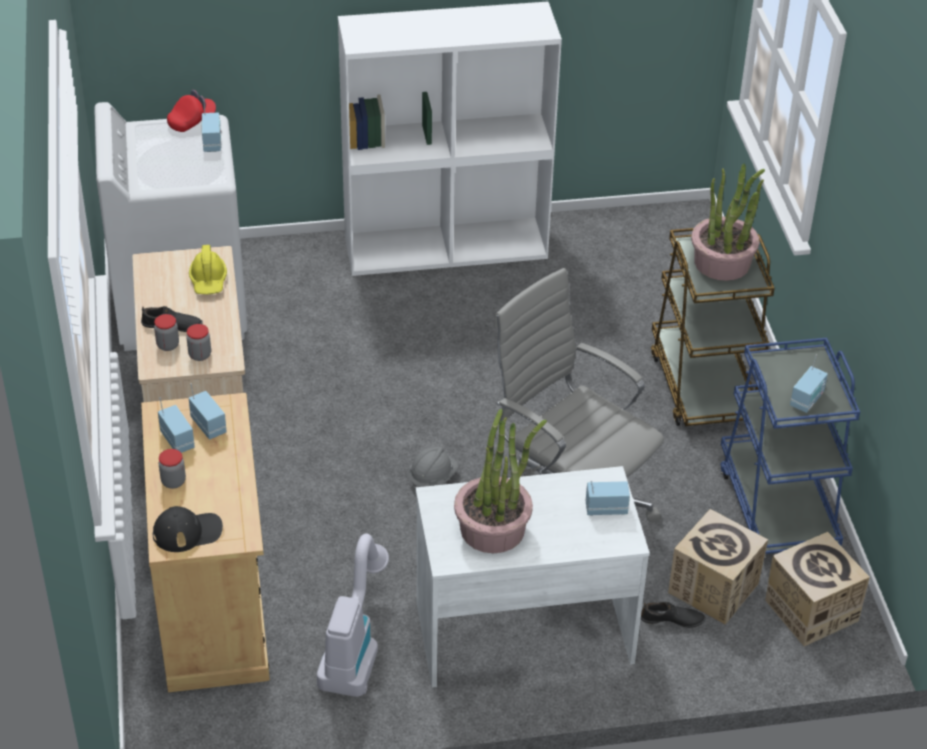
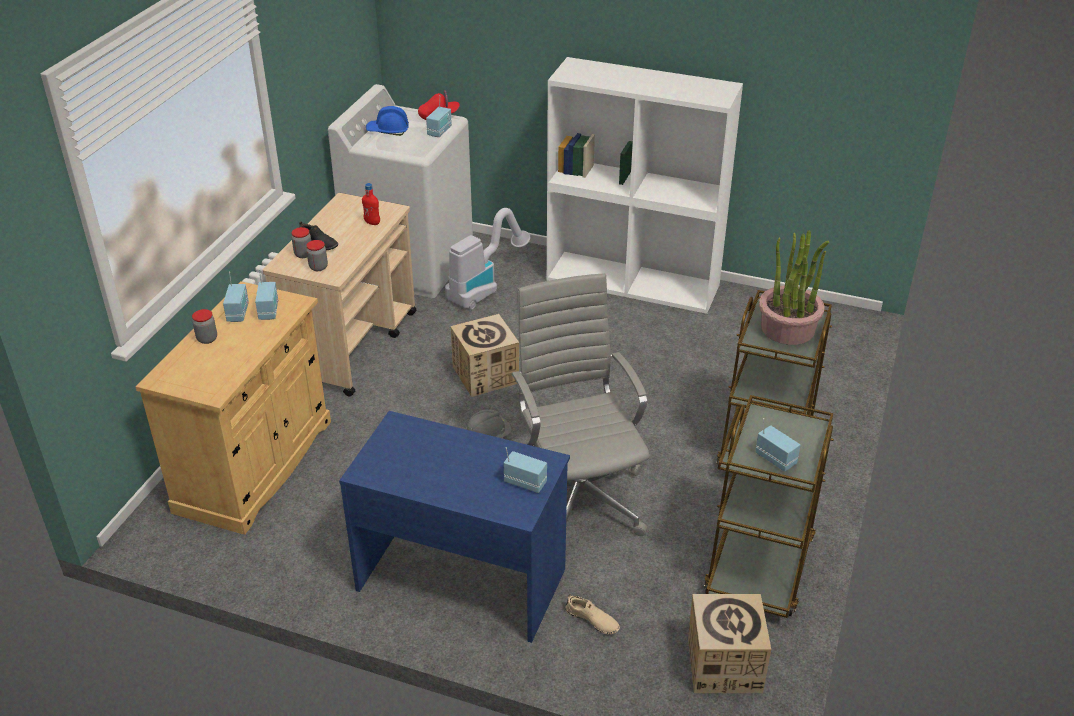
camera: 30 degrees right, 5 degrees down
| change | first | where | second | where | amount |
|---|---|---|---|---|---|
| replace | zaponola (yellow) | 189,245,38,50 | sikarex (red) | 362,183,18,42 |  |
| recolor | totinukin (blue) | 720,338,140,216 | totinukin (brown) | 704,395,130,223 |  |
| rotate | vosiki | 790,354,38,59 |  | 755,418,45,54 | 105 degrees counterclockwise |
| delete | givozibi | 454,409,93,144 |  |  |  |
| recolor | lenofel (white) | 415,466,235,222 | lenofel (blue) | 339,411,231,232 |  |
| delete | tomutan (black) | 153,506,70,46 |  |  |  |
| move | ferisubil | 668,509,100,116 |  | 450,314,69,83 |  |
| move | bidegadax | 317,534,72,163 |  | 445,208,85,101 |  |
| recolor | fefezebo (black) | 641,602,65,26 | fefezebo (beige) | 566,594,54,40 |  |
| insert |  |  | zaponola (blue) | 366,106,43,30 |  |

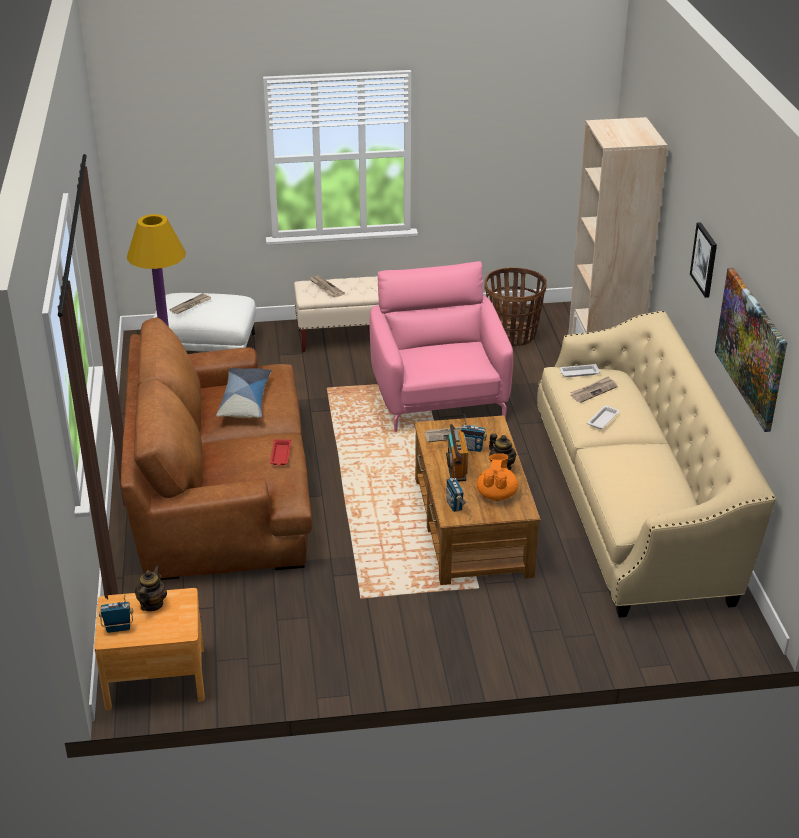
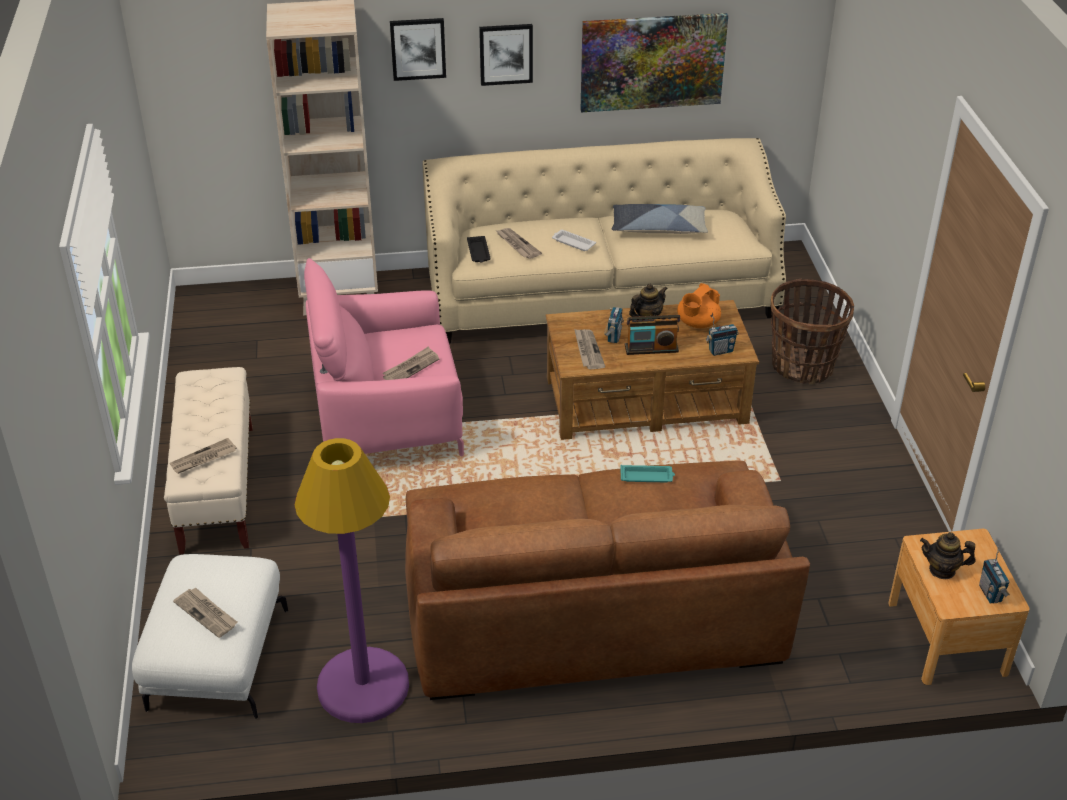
camera: 90 degrees left, 5 degrees up
| change | first | where | second | where | amount |
|---|---|---|---|---|---|
| move | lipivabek | 484,267,63,79 |  | 771,279,83,106 |  |
| recolor | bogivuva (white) | 560,364,40,13 | bogivuva (black) | 467,236,24,26 |  |
| move | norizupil | 216,368,56,50 |  | 612,204,96,30 |  |
| recolor | bogivuva (red) | 270,439,21,27 | bogivuva (turquoise) | 620,465,55,17 |  |
| rotate | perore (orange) | 477,453,41,48 |  | 677,283,44,45 | 60 degrees counterclockwise |
| insert |  |  | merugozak | 390,18,56,63 |  |
| insert |  |  | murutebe | 382,347,57,33 |  |

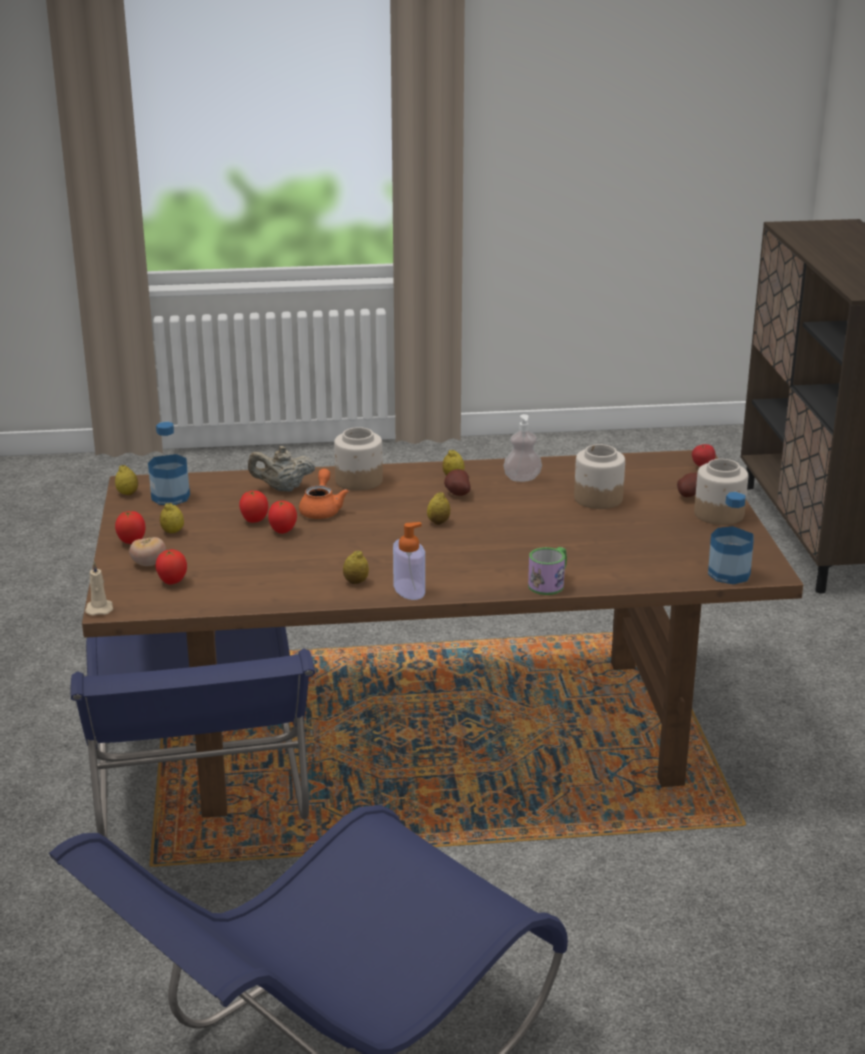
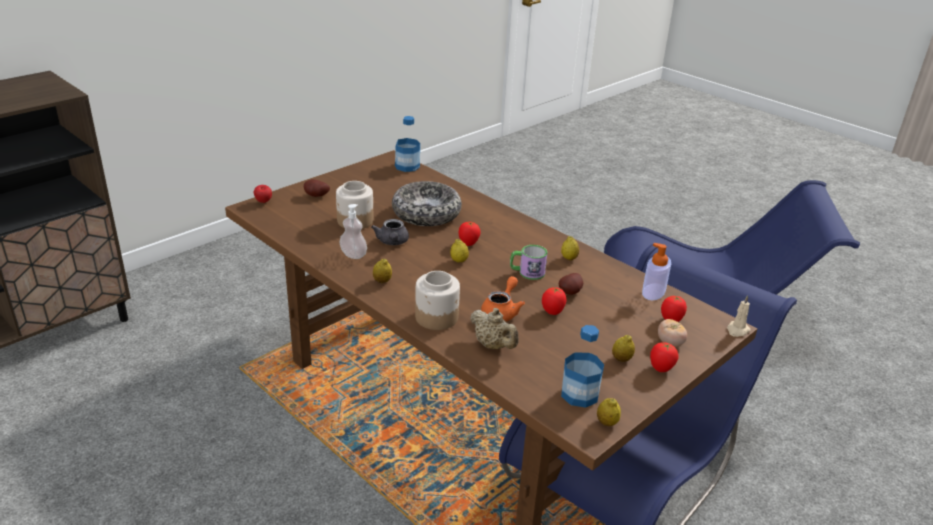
camera: 130 degrees left, 5 degrees up
| change | first | where | second | where | amount |
|---|---|---|---|---|---|
| delete | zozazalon | 694,459,54,66 |  |  |  |
| rotate | perore (orange) | 299,469,50,50 |  | 481,276,44,46 | 150 degrees clockwise |
| move | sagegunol | 444,469,27,27 |  | 559,273,24,22 |  |
| move | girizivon | 239,490,29,33 |  | 459,222,22,24 |  |
| move | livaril | 393,522,32,78 |  | 642,243,29,57 |  |
| move | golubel | 528,547,39,48 |  | 510,245,38,35 |  |
| insert |  |  | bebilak | 392,181,70,45 |  |
| insert |  |  | perore (grey) | 371,219,38,26 |  |

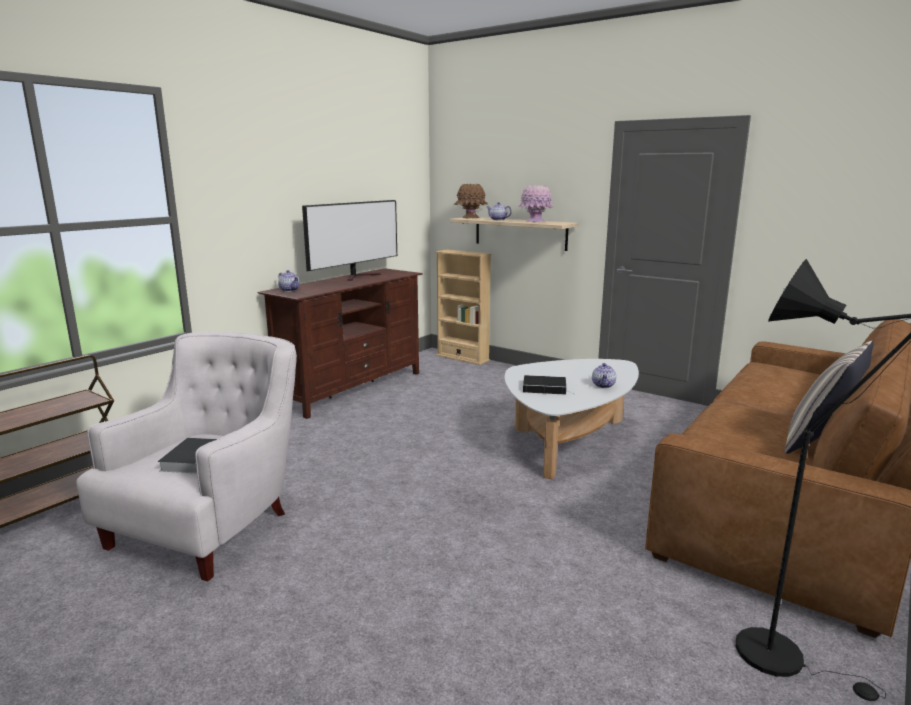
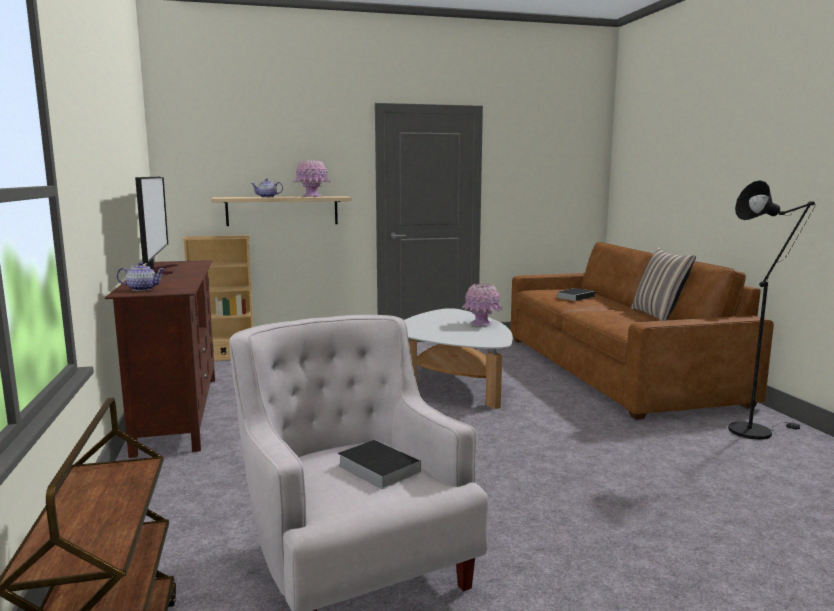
camera: 50 degrees left, 5 degrees down
| change | first | where | second | where | amount |
|---|---|---|---|---|---|
| delete | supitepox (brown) | 455,184,33,35 |  |  |  |
| replace | perore | 592,363,24,25 | supitepox (pink) | 462,283,41,43 |  |
| move | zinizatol | 523,375,50,20 |  | 557,288,38,13 |  |

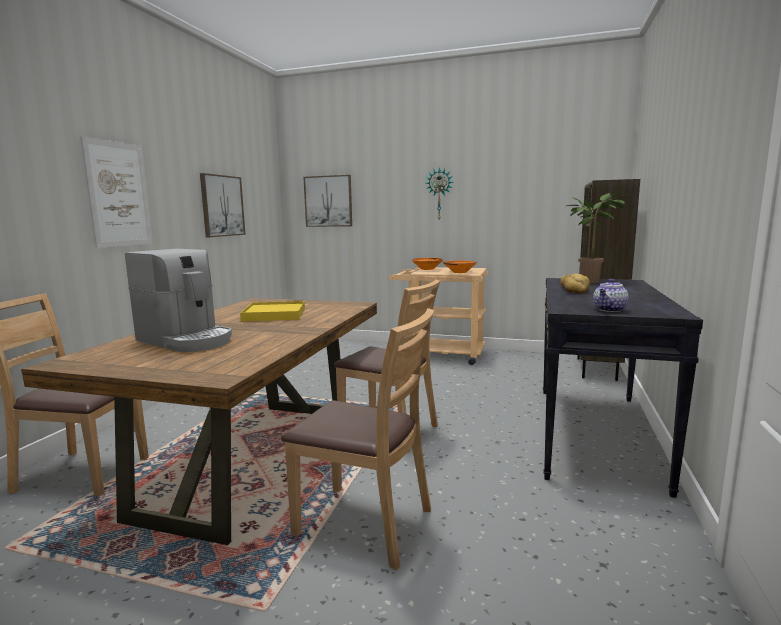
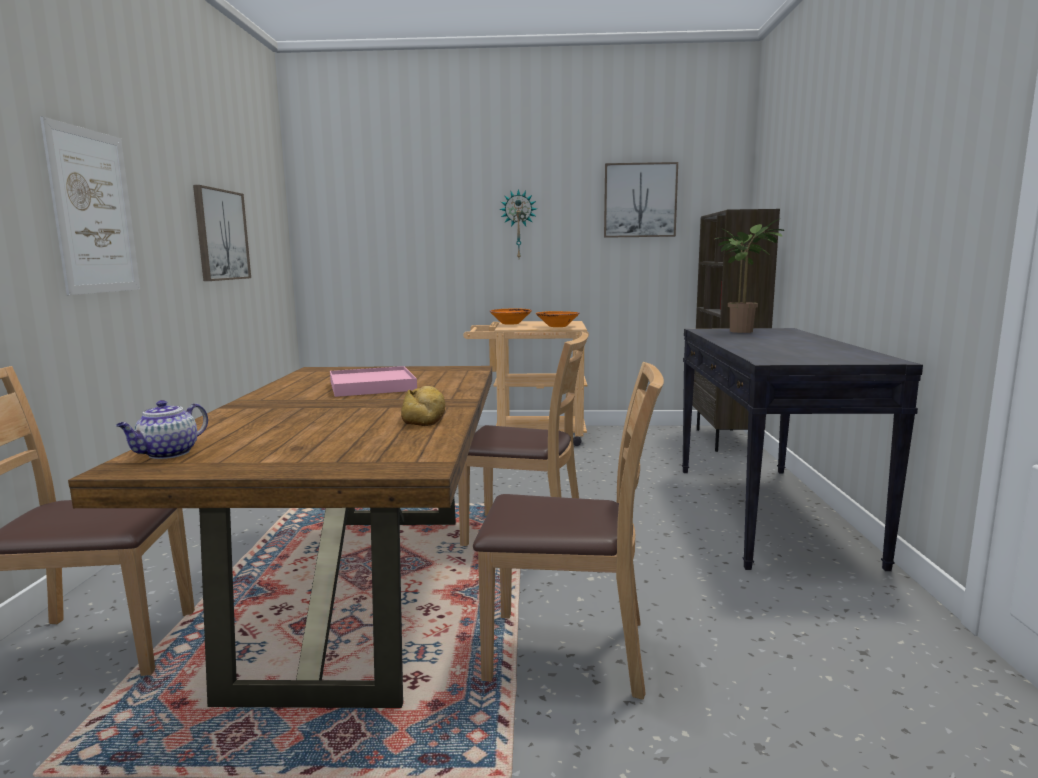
camera: 15 degrees left, 0 degrees up
| change | first | where | second | where | amount |
|---|---|---|---|---|---|
| move | merugozak | 303,175,49,52 |  | 604,162,74,76 |  |
| delete | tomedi | 125,249,107,103 |  |  |  |
| move | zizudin | 560,274,30,20 |  | 401,386,44,40 |  |
| move | perore | 593,279,36,33 |  | 116,400,92,59 |  |
| recolor | bogivuva (yellow) | 240,301,65,20 | bogivuva (pink) | 330,366,87,31 |  |

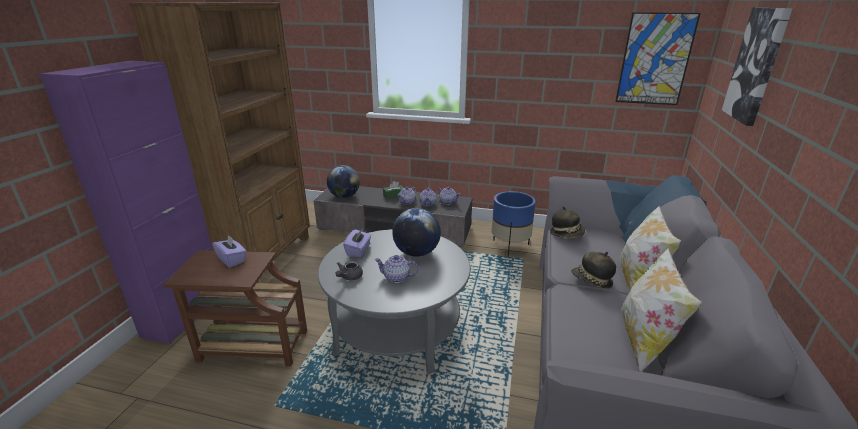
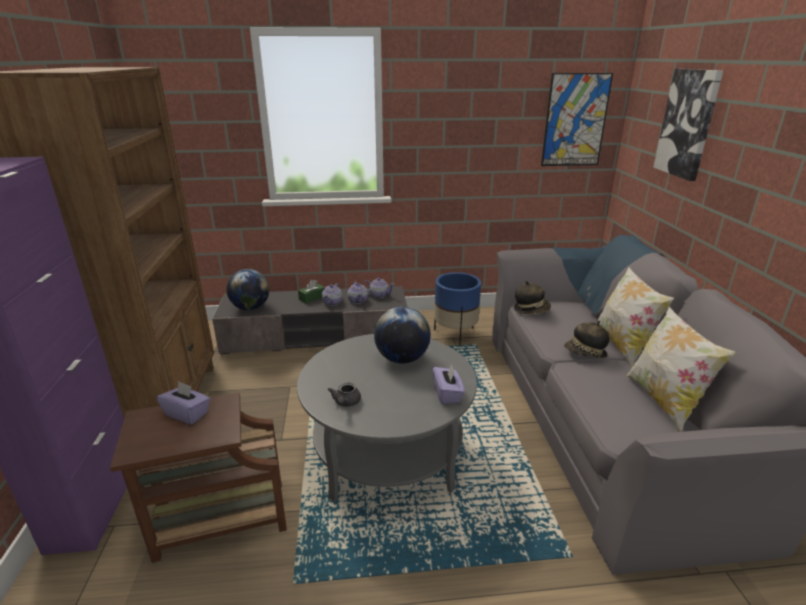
camera: 20 degrees left, 0 degrees up
| change | first | where | second | where | amount |
|---|---|---|---|---|---|
| move | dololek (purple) | 343,228,28,30 |  | 433,364,32,40 |  |
| delete | perore | 375,255,44,28 |  |  |  |

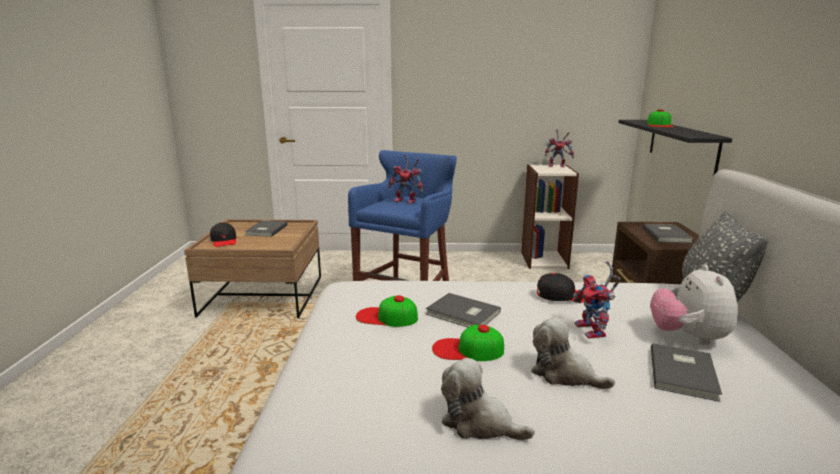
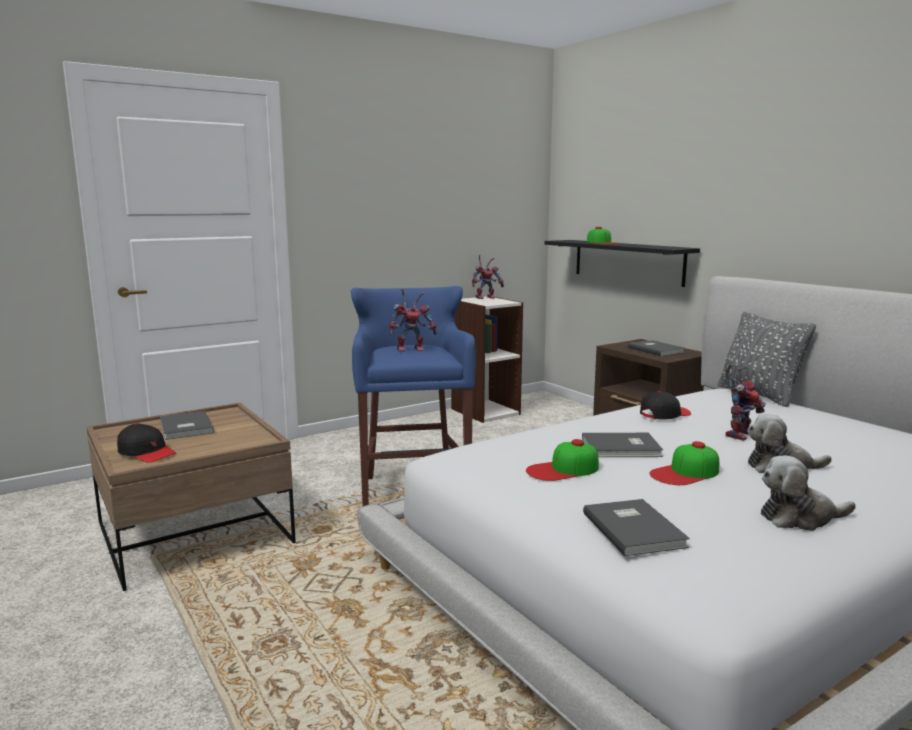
camera: 35 degrees left, 5 degrees down
| change | first | where | second | where | amount |
|---|---|---|---|---|---|
| rotate | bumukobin | 573,261,47,78 |  | 726,364,40,77 | 90 degrees counterclockwise |
| delete | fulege | 650,264,88,81 |  |  |  |
| move | zinizatol (grey) | 651,343,71,59 |  | 583,499,107,57 |  |

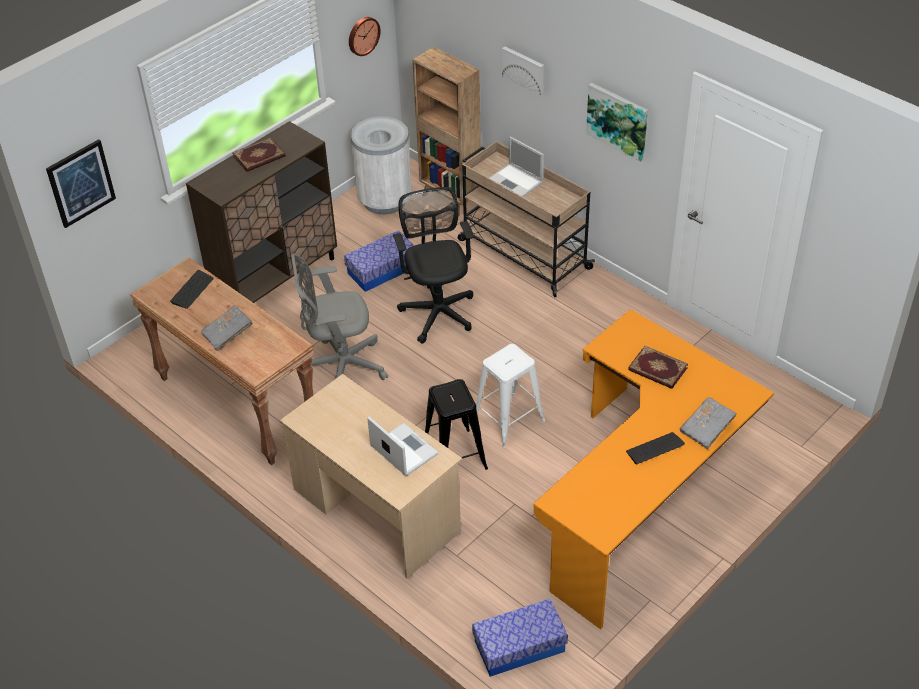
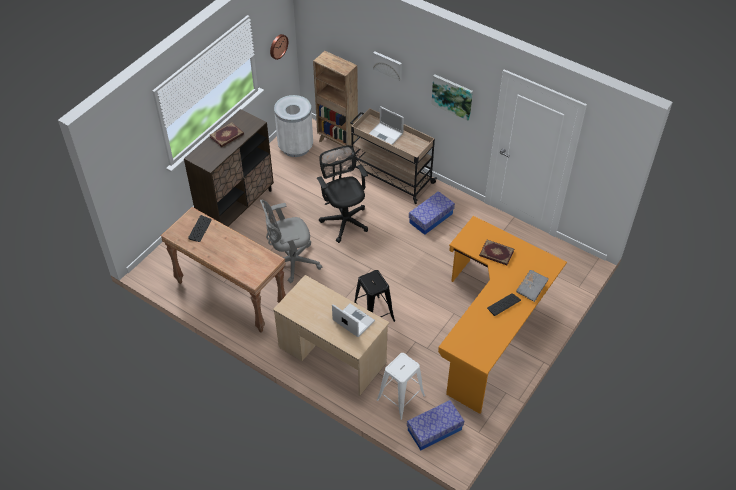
camera: 10 degrees left, 5 degrees up
| change | first | where | second | where | amount |
|---|---|---|---|---|---|
| delete | merugozak | 46,139,70,89 |  |  |  |
| move | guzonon | 344,230,71,62 |  | 409,191,46,44 |  |
| delete | zinizatol (grey) | 201,305,51,46 |  |  |  |
| move | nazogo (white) | 476,344,69,104 |  | 376,353,49,67 |  |

